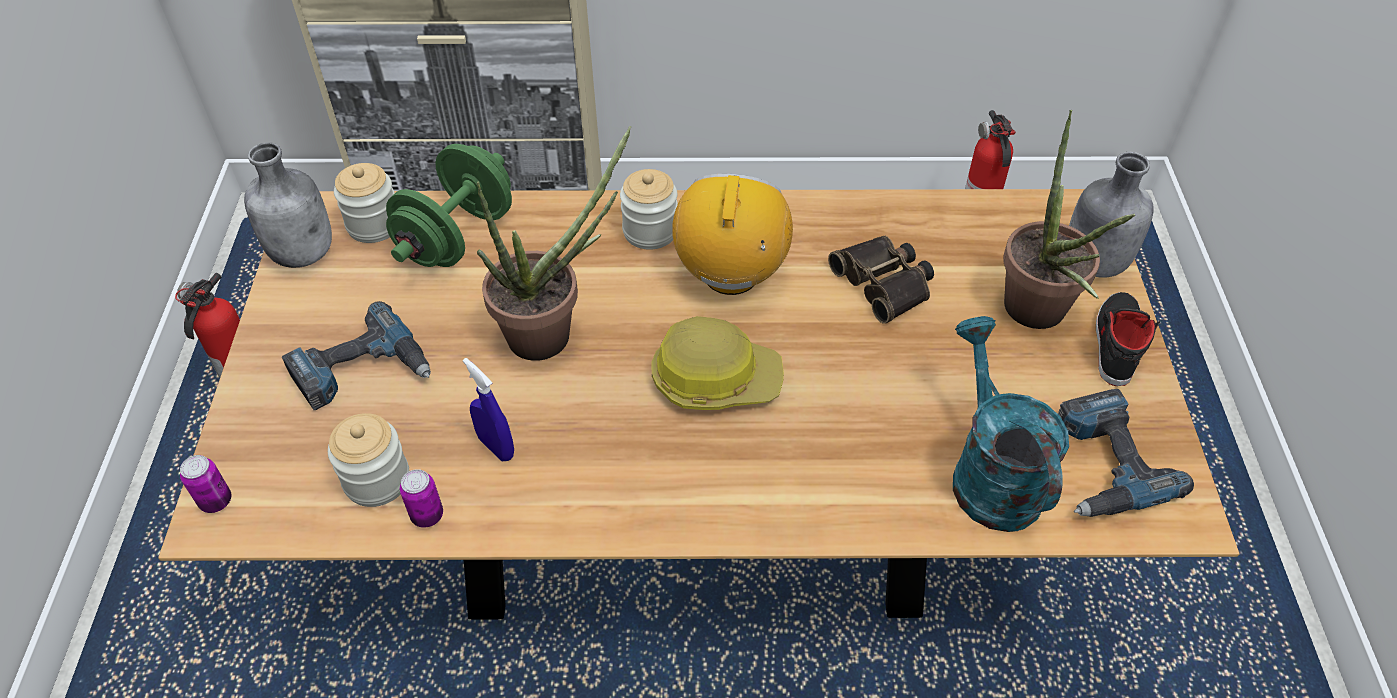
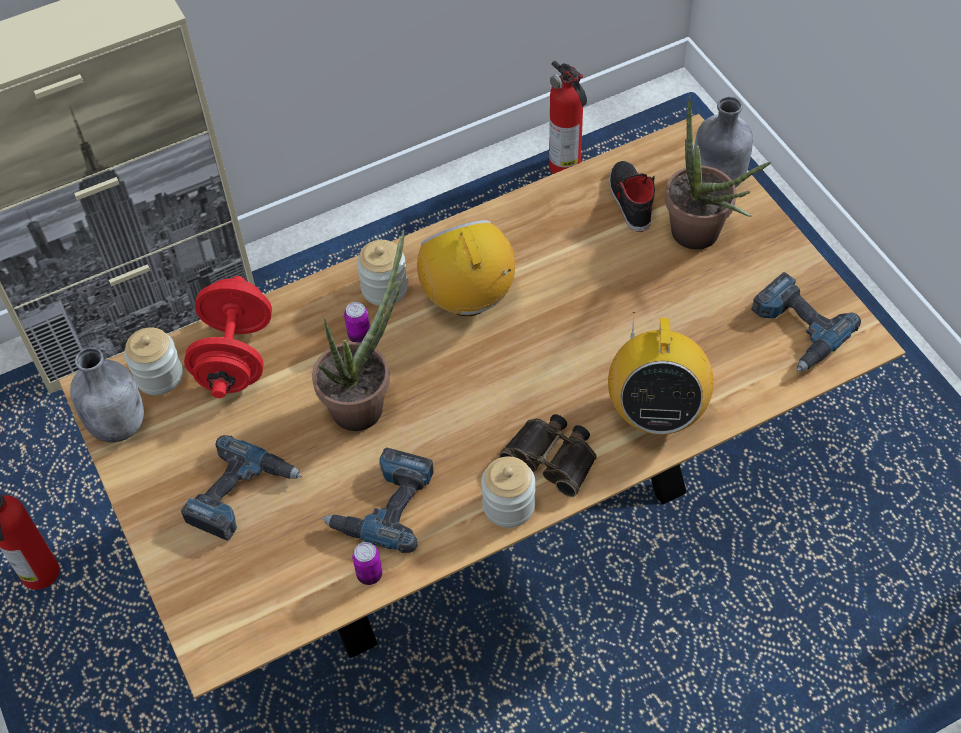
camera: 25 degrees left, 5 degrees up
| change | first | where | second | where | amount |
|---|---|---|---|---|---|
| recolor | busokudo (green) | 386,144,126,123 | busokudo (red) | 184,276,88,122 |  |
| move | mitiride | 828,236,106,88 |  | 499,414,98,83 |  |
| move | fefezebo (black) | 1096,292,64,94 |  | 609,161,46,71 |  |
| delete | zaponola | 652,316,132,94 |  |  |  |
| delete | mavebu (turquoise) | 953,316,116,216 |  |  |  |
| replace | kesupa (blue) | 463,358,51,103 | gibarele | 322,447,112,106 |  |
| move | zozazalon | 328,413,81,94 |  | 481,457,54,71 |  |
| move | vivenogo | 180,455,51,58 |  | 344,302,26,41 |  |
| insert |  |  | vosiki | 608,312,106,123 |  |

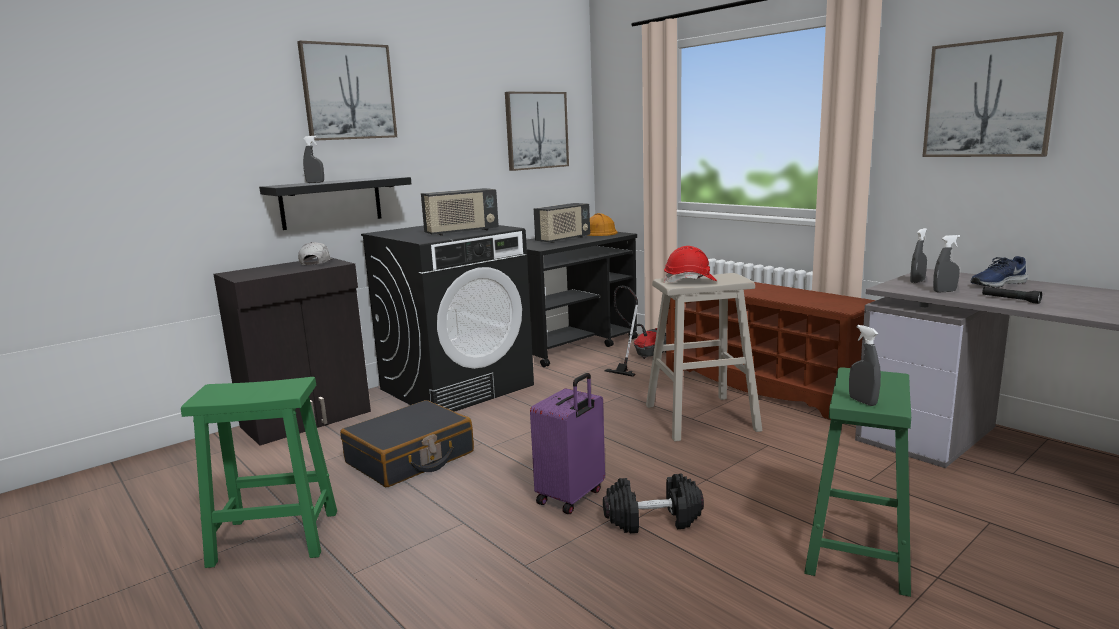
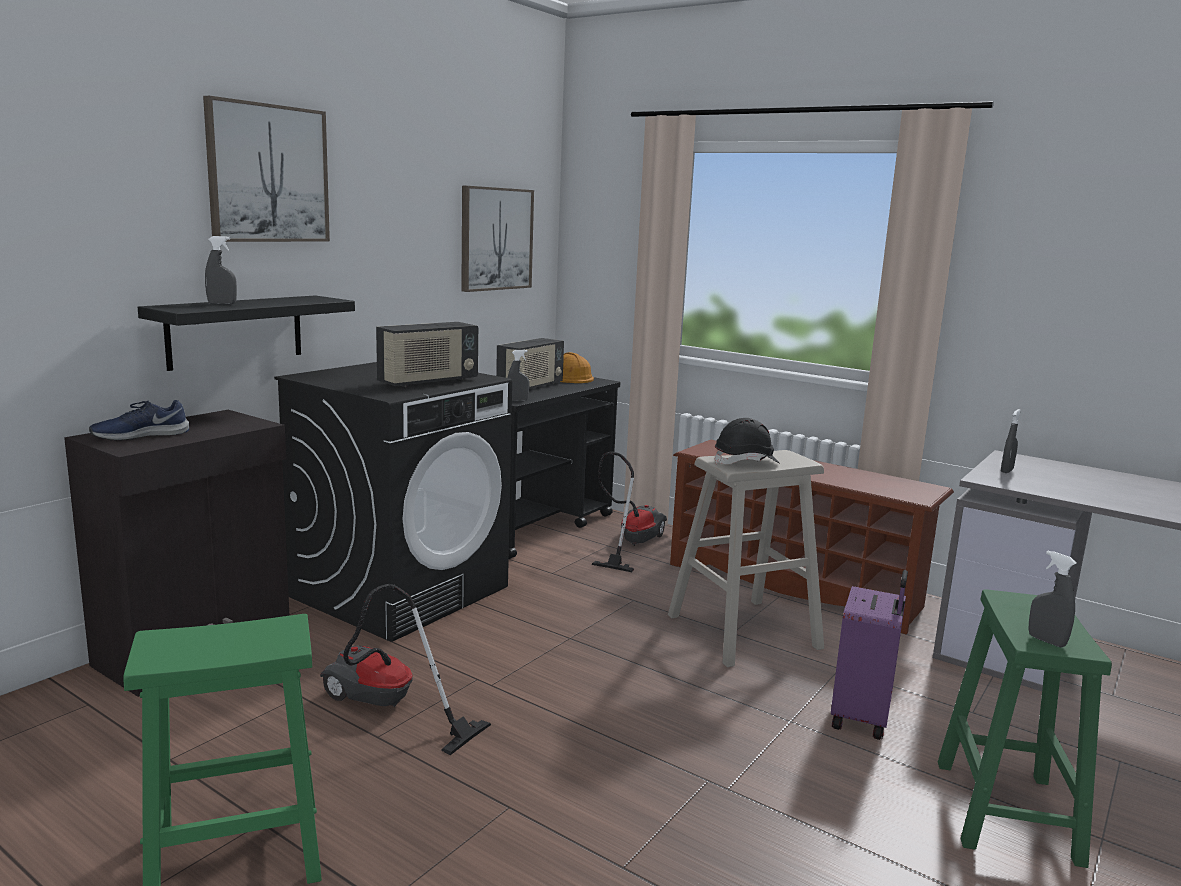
camera: 15 degrees left, 0 degrees up
| change | first | where | second | where | amount |
|---|---|---|---|---|---|
| delete | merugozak | 922,32,142,125 |  |  |  |
| move | kesupa (grey) | 933,235,27,58 |  | 508,350,22,52 |  |
| delete | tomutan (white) | 298,242,35,23 |  |  |  |
| recolor | zaponola (red) | 664,246,53,36 | zaponola (black) | 714,418,66,46 |  |
| move | fefezebo (blue) | 971,256,57,32 |  | 89,400,100,41 |  |
| delete | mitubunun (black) | 982,286,60,18 |  |  |  |
| move | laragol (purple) | 530,373,75,141 |  | 831,570,77,170 |  |
| replace | laragol (black) | 340,400,134,87 | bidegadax | 320,584,171,171 |  |
| delete | busokudo (black) | 603,473,101,60 |  |  |  |

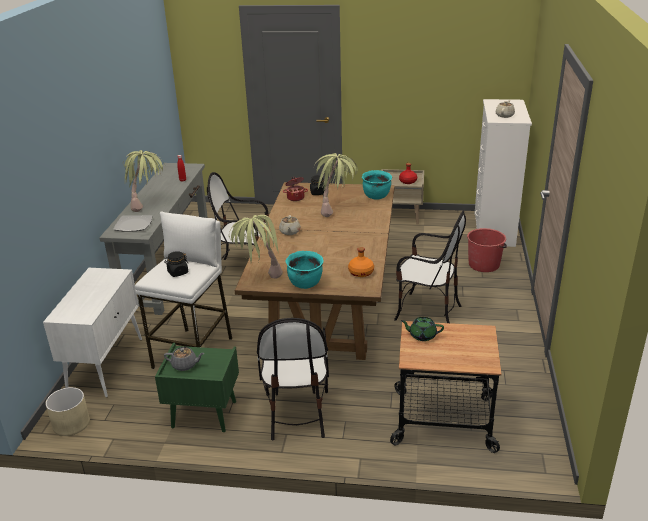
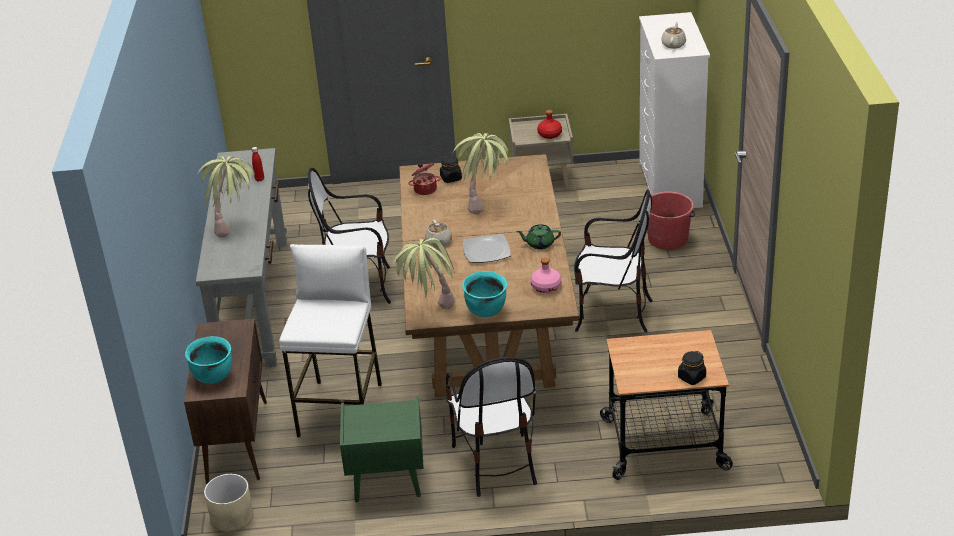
camera: 10 degrees left, 5 degrees up
| change | first | where | second | where | amount |
|---|---|---|---|---|---|
| move | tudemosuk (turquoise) | 362,170,30,29 |  | 185,336,47,48 |  |
| move | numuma | 113,215,39,17 |  | 463,234,48,29 |  |
| recolor | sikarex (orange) | 348,247,26,30 | sikarex (pink) | 530,258,31,35 |  |
| move | zozazalon (black) | 164,251,24,26 |  | 678,351,28,34 |  |
| recolor | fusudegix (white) | 43,268,99,130 | fusudegix (brown) | 184,319,83,165 |  |
| move | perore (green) | 401,317,43,24 |  | 516,224,45,26 |  |
| delete | perore (grey) | 164,347,40,24 |  |  |  |

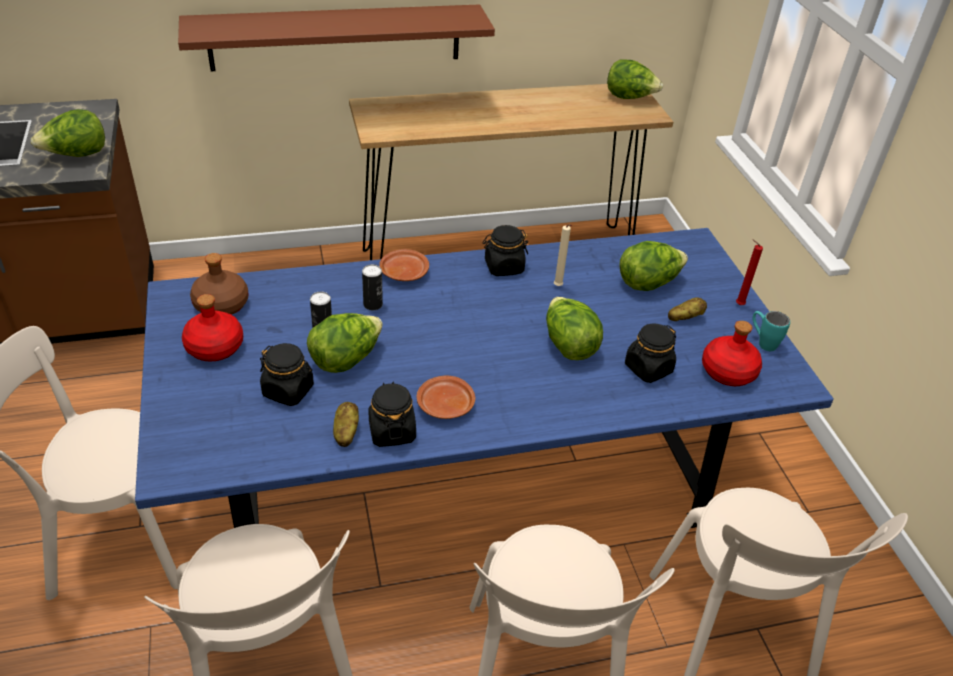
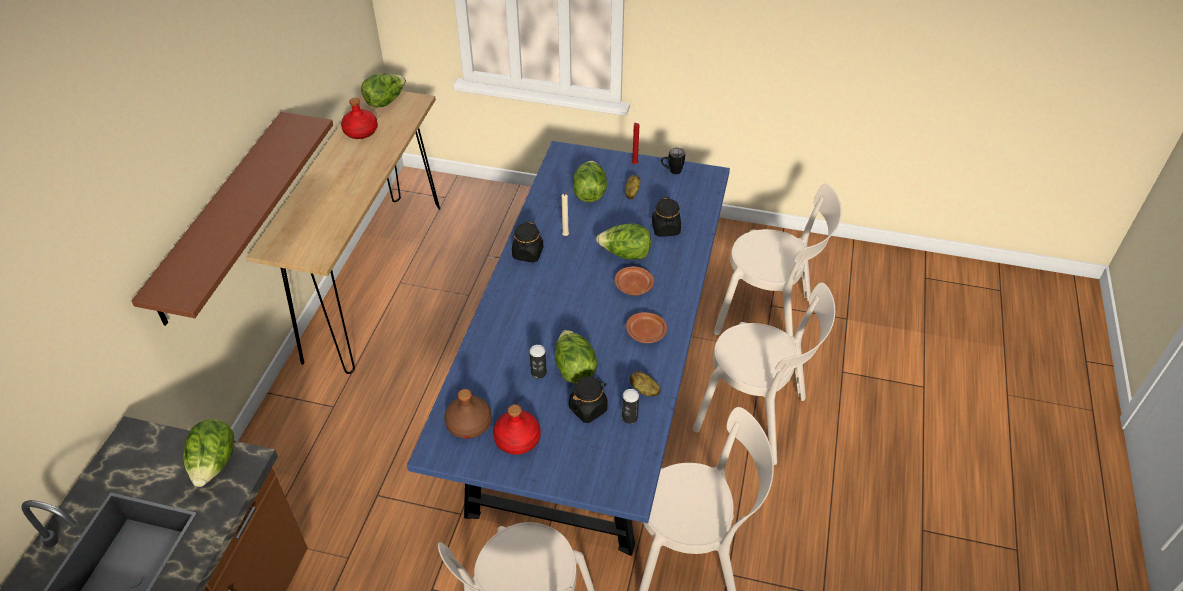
camera: 60 degrees left, 5 degrees up
| change | first | where | second | where | amount |
|---|---|---|---|---|---|
| move | numuma (brown) | 379,249,50,32 |  | 614,266,40,29 |  |
| move | vivenogo | 362,264,21,46 |  | 622,389,17,35 |  |
| recolor | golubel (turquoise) | 753,311,37,40 | golubel (black) | 661,148,24,26 |  |
| move | sikarex (red) | 702,321,60,65 |  | 341,98,37,41 |  |
| delete | zozazalon (black) | 368,382,48,65 |  |  |  |

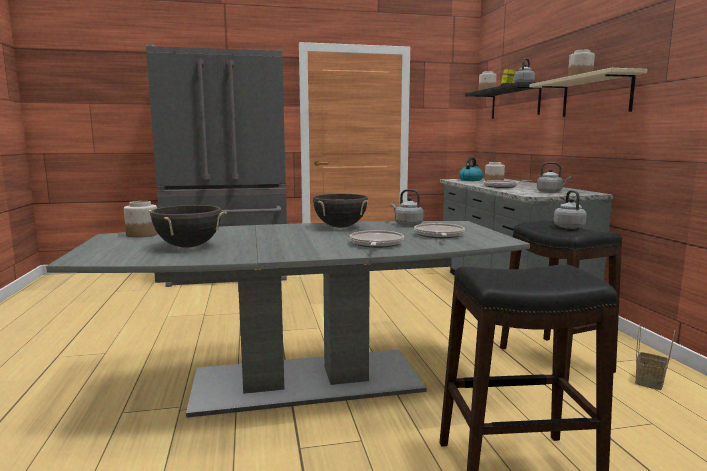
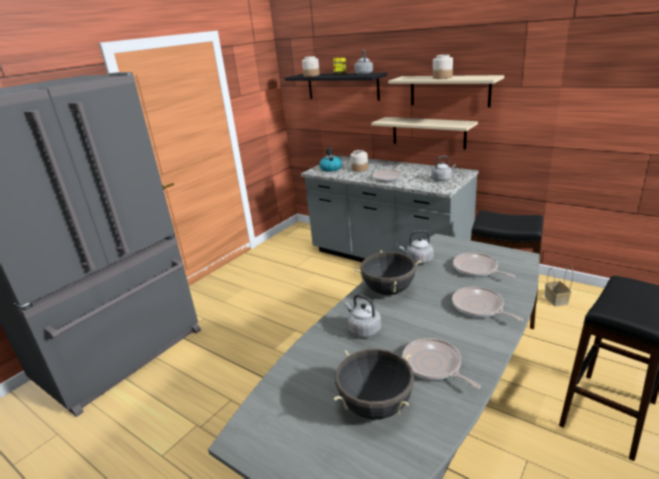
camera: 40 degrees left, 15 degrees up
| change | first | where | second | where | amount |
|---|---|---|---|---|---|
| move | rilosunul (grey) | 554,190,33,39 |  | 345,294,36,44 |  |
| delete | zozazalon | 124,201,34,37 |  |  |  |
| insert |  |  | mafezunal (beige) | 371,117,107,33 |  |
| insert |  |  | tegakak | 402,338,79,51 |  |

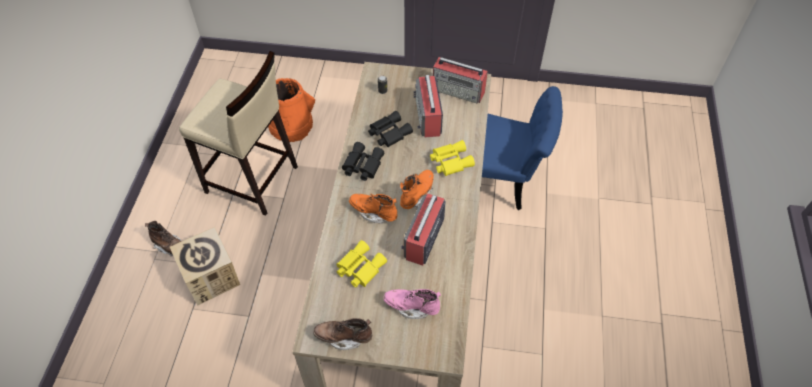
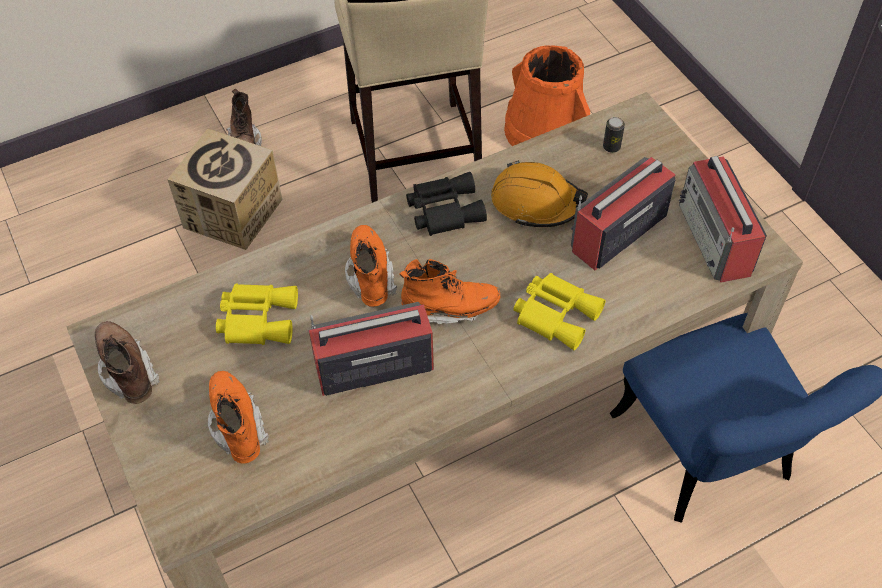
camera: 55 degrees right, 0 degrees up
| change | first | where | second | where | amount |
|---|---|---|---|---|---|
| replace | mitiride (black) | 368,111,45,36 | zaponola (orange) | 491,160,97,67 |  |
| recolor | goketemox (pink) | 383,289,58,30 | goketemox (orange) | 208,371,61,93 |  |

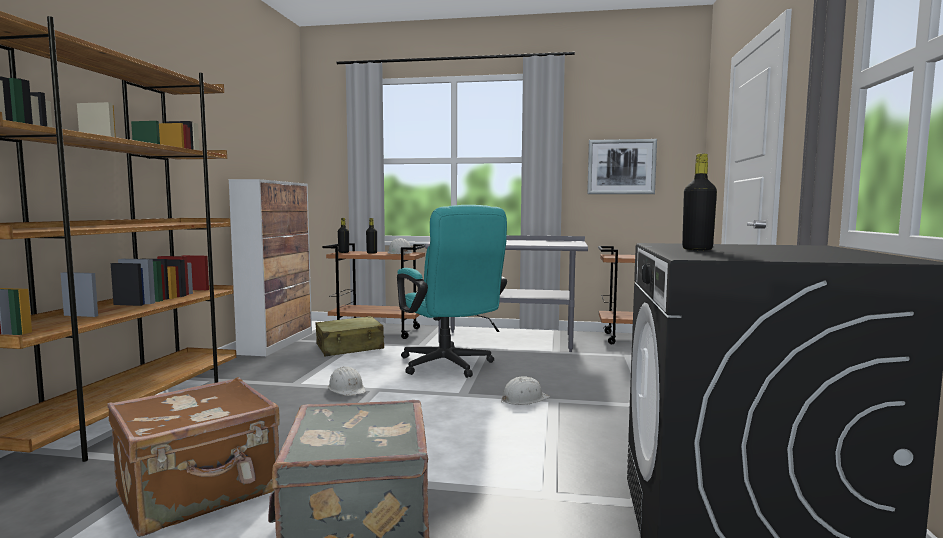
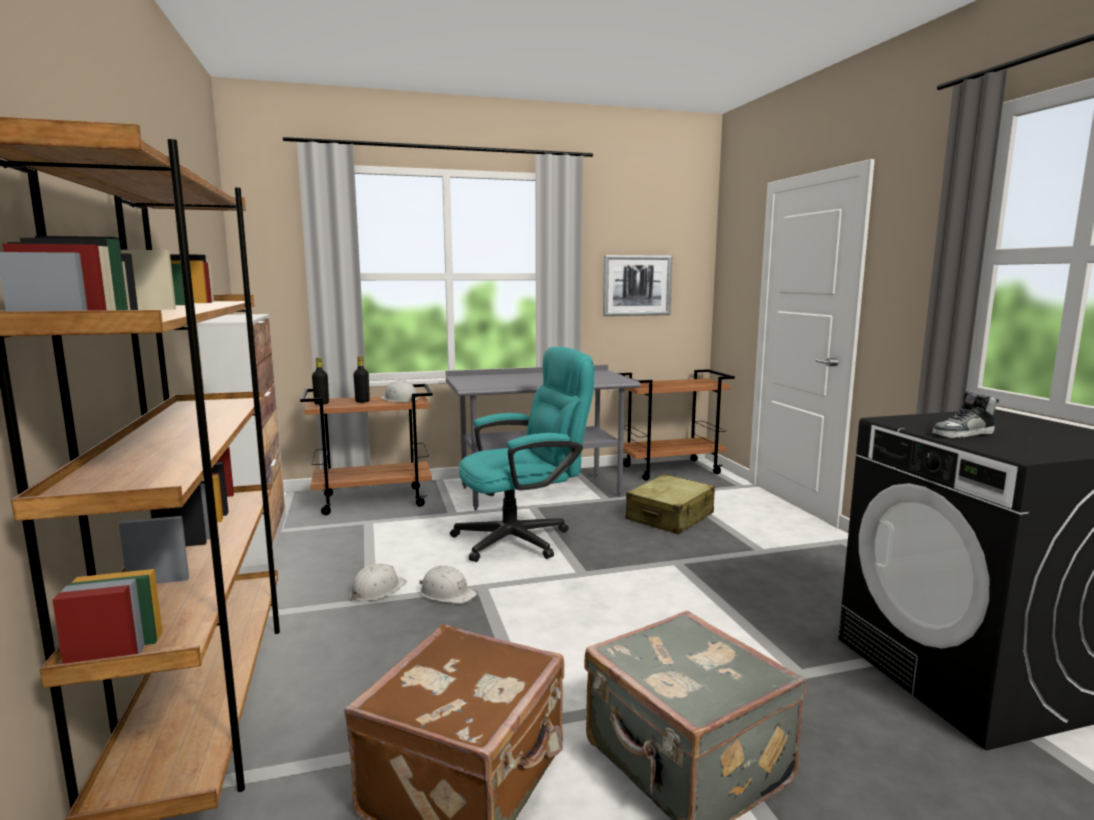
camera: 25 degrees left, 5 degrees up
| change | first | where | second | where | amount |
|---|---|---|---|---|---|
| replace | sikarex (black) | 682,154,35,96 | fefezebo | 932,391,67,47 |  |
| rotate | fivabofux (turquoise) | 397,205,110,173 |  | 450,347,144,215 | 60 degrees counterclockwise |
| move | laragol (beige) | 316,316,68,40 |  | 626,474,89,61 |  |
| move | zaponola (white) | 501,376,49,29 |  | 350,563,57,38 |  |

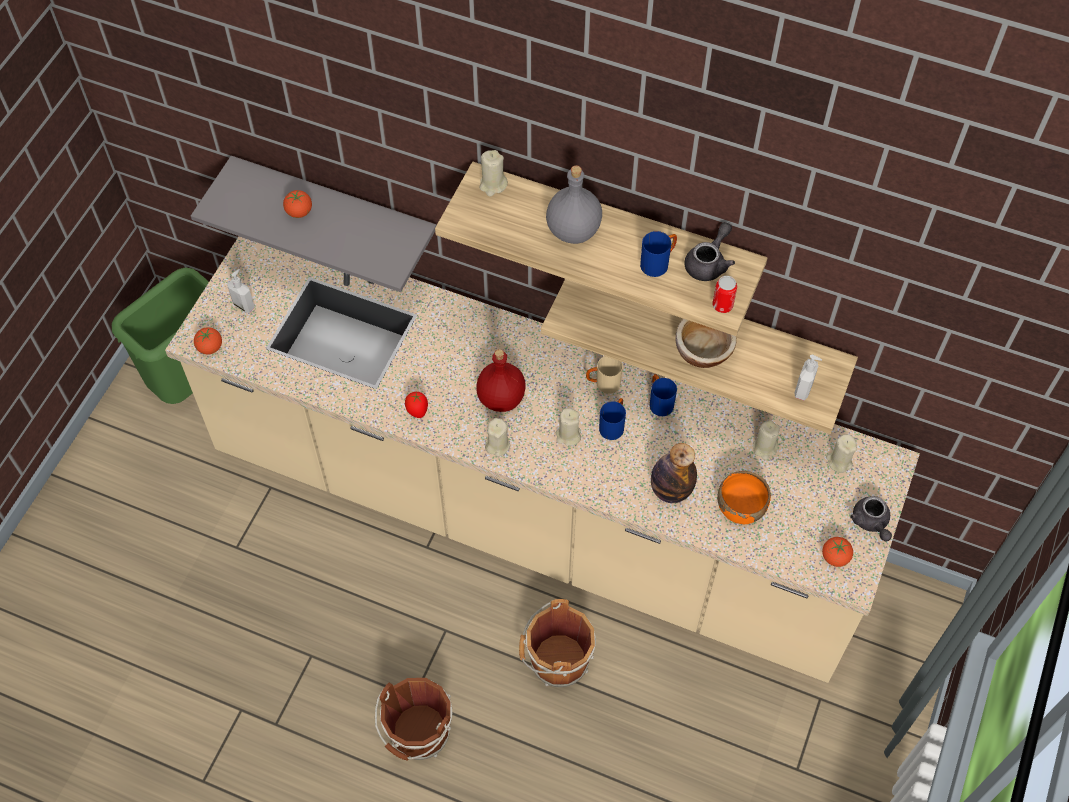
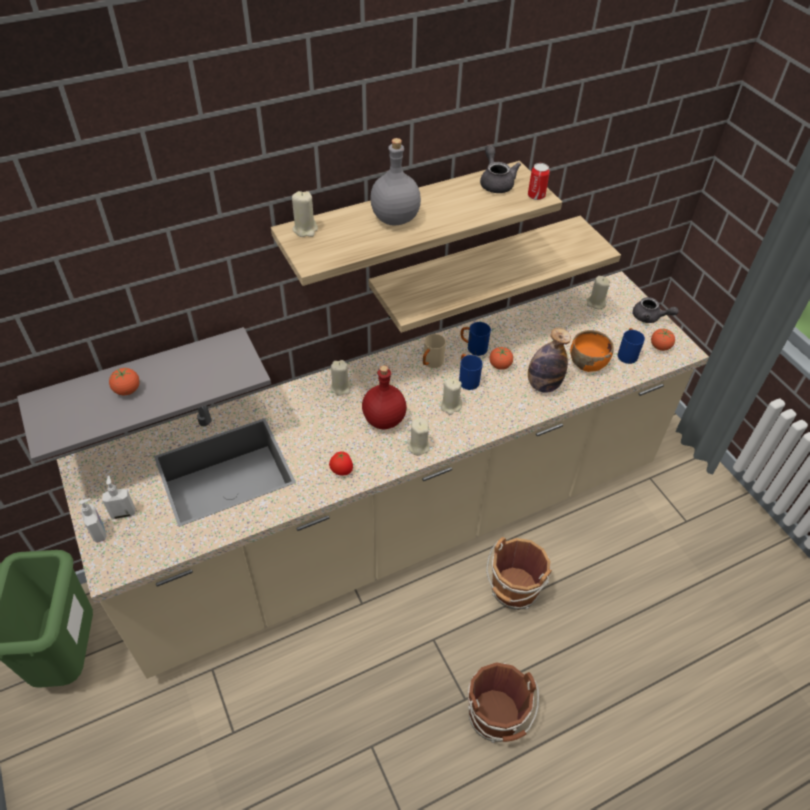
camera: 50 degrees left, 10 degrees down
| change | first | where | second | where | amount |
|---|---|---|---|---|---|
| move | golubel (blue) | 640,231,37,46 |  | 618,328,27,36 |  |
| delete | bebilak | 675,319,62,49 |  |  |  |
| move | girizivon | 194,327,28,28 |  | 490,347,23,23 |  |
| move | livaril | 794,355,28,45 |  | 79,498,28,45 |  |
| move | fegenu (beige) | 753,420,27,40 |  | 331,360,20,36 |  |

